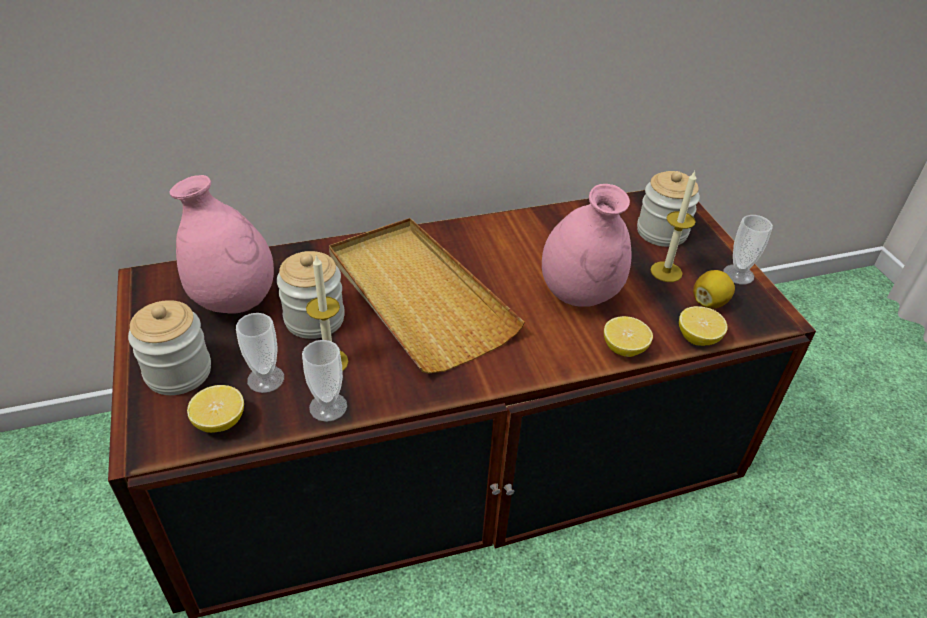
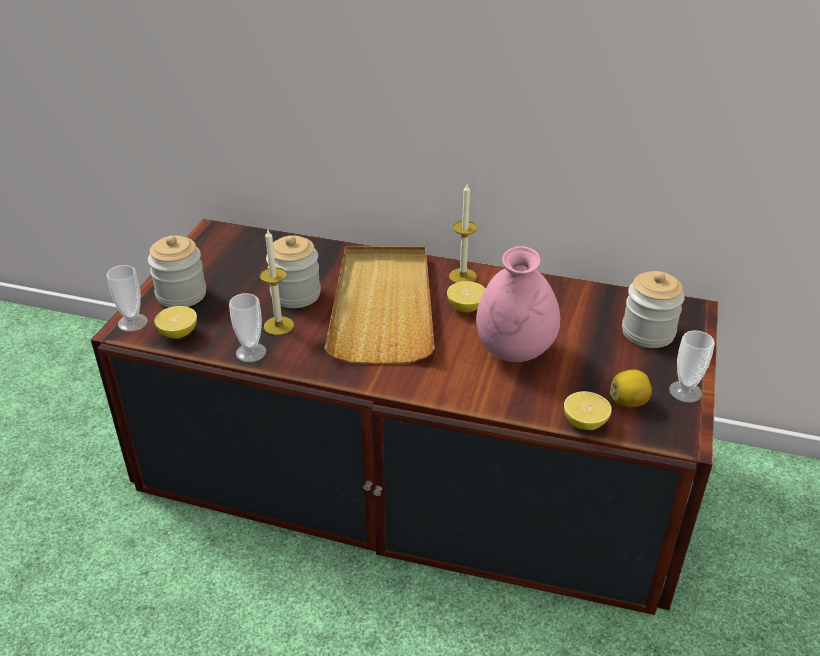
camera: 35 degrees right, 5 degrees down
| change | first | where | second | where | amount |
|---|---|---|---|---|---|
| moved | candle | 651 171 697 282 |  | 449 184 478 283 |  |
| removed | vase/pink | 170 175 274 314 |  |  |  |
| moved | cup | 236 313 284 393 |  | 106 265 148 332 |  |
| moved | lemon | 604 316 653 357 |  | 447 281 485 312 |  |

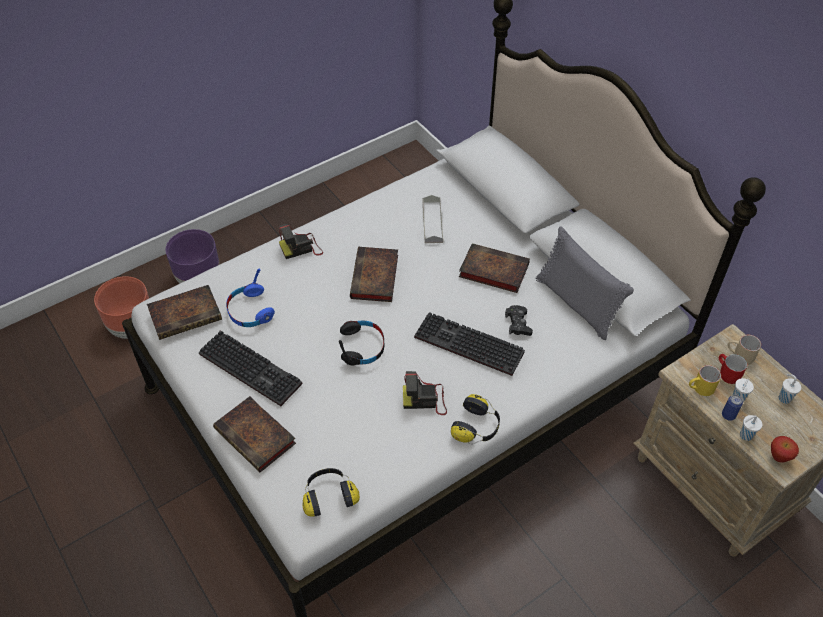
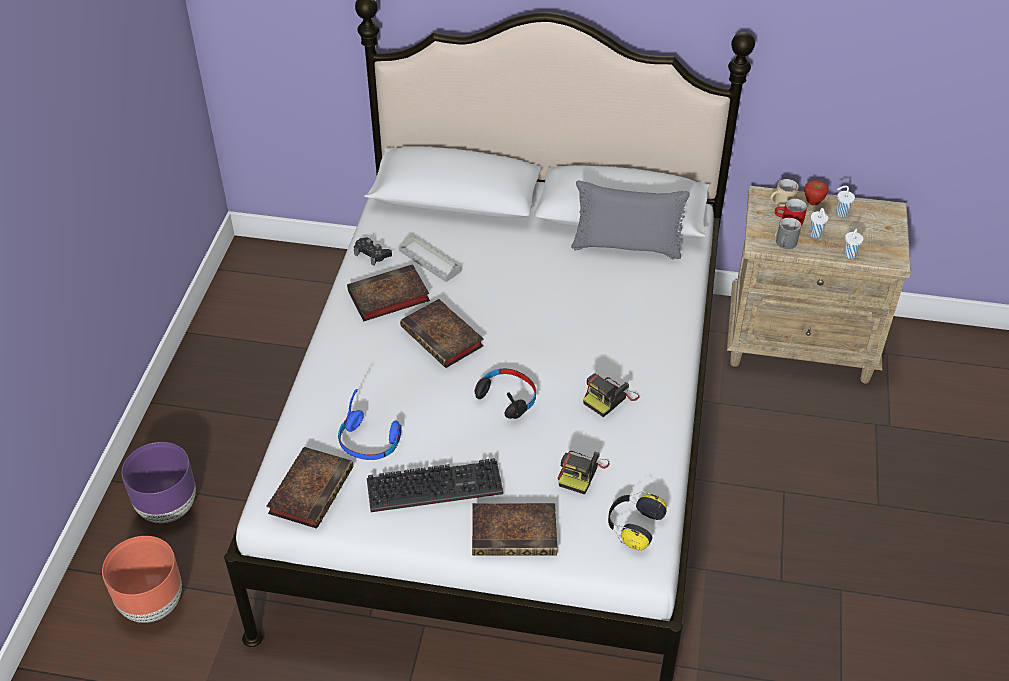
camera: 45 degrees left, 5 degrees down
| change | first | where | second | where | amount |
|---|---|---|---|---|---|
| moved | photo camera | 279 224 323 259 |  | 558 451 610 495 |  |
| moved | book | 459 243 530 293 |  | 347 264 430 322 |  |
| moved | game controller/black | 505 305 533 336 |  | 354 237 392 265 |  |
| removed | keyboard | 414 312 525 376 |  |  |  |
| recoloured | mug/yellow | 689 365 721 396 | mug/grey | 776 218 801 249 |  |
| removed | headphones | 451 394 500 444 |  |  |  |
| removed | can | 722 395 743 421 |  |  |  |
| moved | apple | 771 436 799 463 |  | 804 180 829 205 |  |

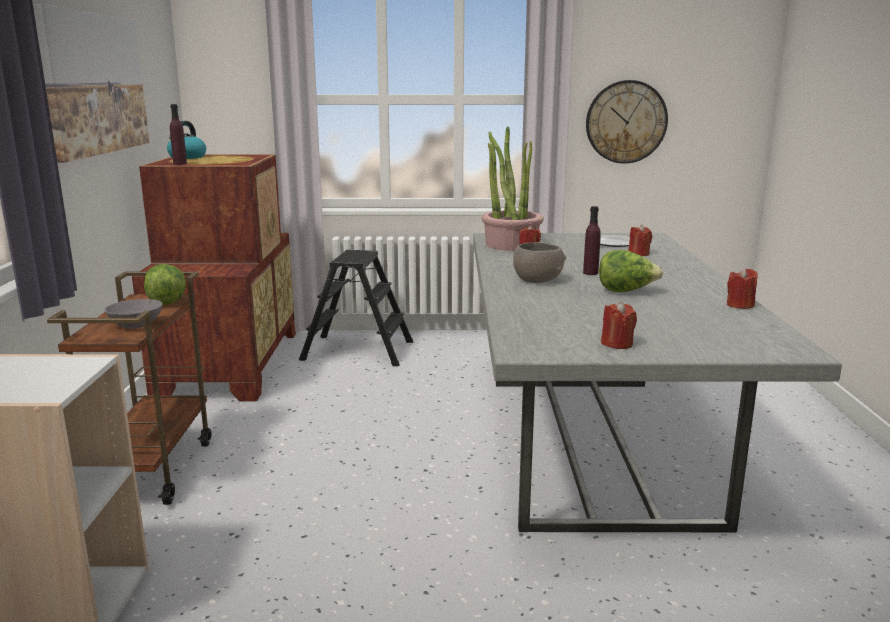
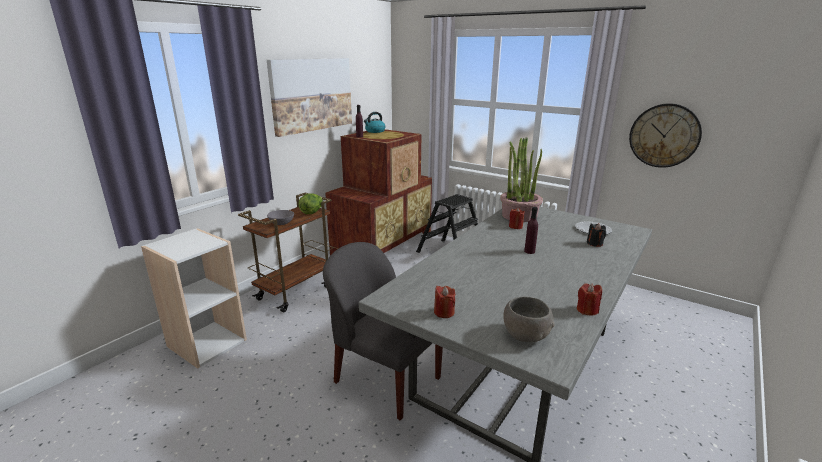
camera: 35 degrees right, 5 degrees up
| change | first | where | second | where | amount |
|---|---|---|---|---|---|
| recoloured | candle/red | 628 224 652 256 | candle/black | 587 223 606 247 |  |
| moved | bowl/grey | 513 242 566 283 |  | 503 297 555 342 |  |
| removed | lettuce | 599 250 663 292 |  |  |  |
| added |  |  | chair/grey | 323 242 443 421 |  |

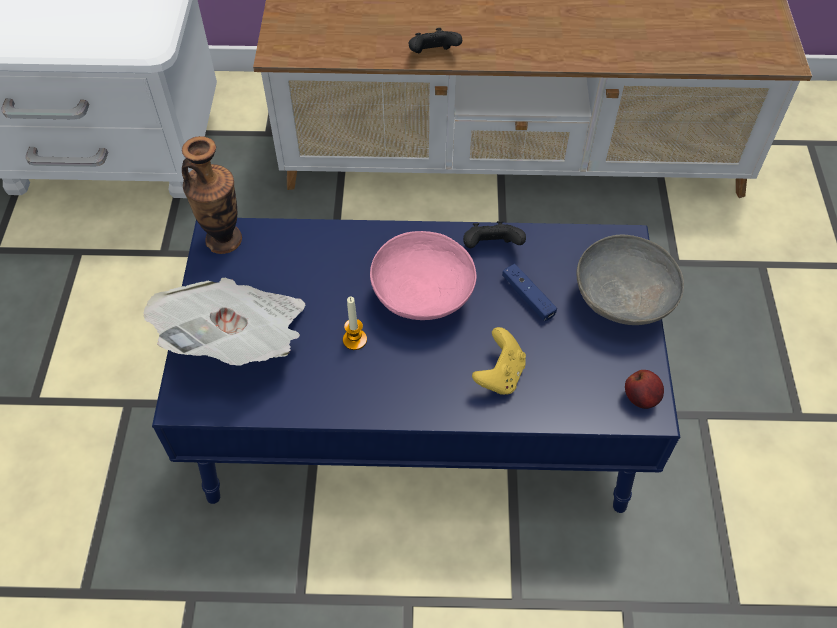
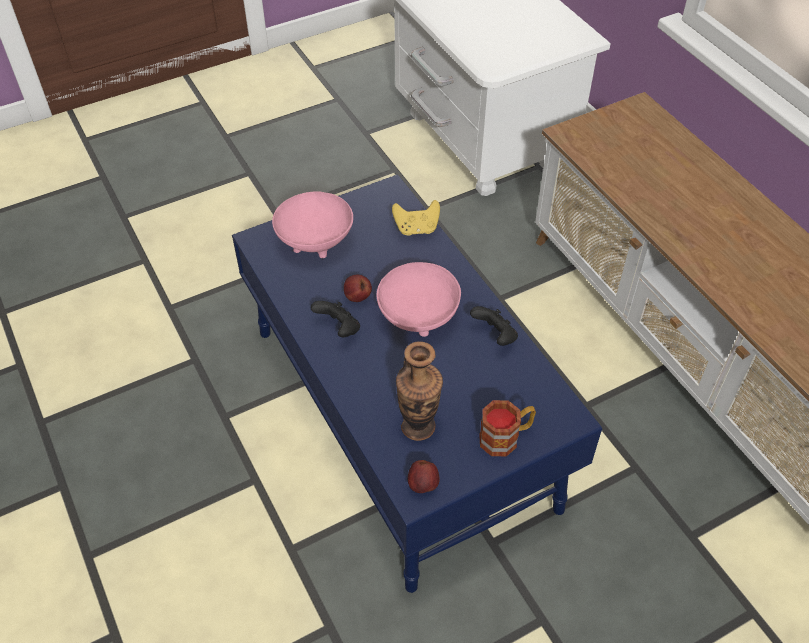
camera: 60 degrees right, 5 degrees down
| change | first | where | second | where | amount |
|---|---|---|---|---|---|
| moved | game controller/black | 409 28 462 53 |  | 311 301 360 337 |  |
| moved | vase | 182 136 242 254 |  | 396 341 443 441 |  |
| replaced | bowl/grey | 576 235 684 325 | mug | 479 400 536 456 |  |
| removed | game controller/blue | 502 264 557 321 |  |  |  |
| replaced | newspaper | 143 278 305 366 | bowl/pink | 272 191 353 258 |  |
| replaced | candle | 343 297 367 350 | apple | 344 275 372 302 |  |
| moved | game controller/yellow | 472 327 526 395 |  | 392 200 440 236 |  |

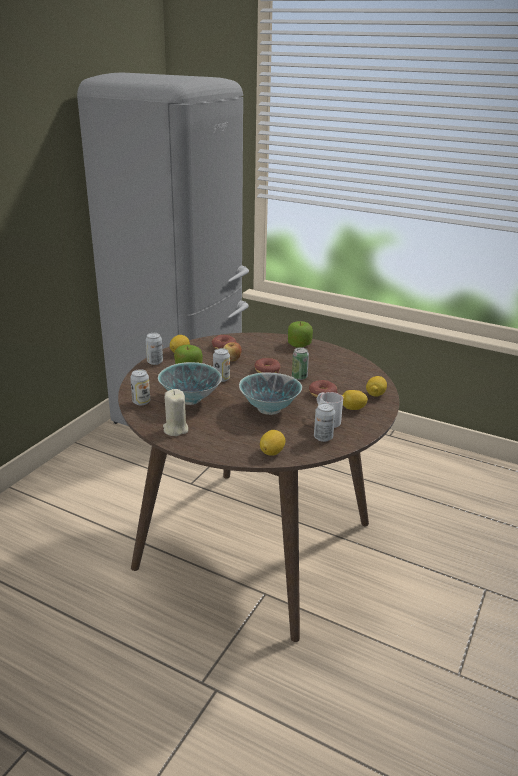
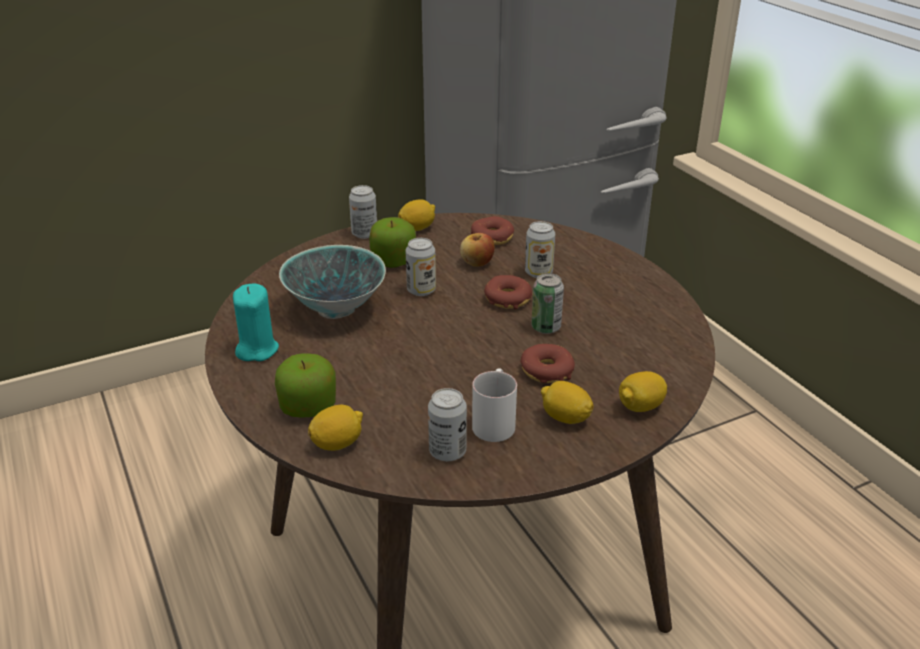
camera: 35 degrees right, 5 degrees up
| change | first | where | second | where | amount |
|---|---|---|---|---|---|
| moved | apple | 288 321 313 348 |  | 275 354 336 418 |  |
| moved | can | 130 369 150 405 |  | 525 221 555 278 |  |
| removed | bowl | 239 372 302 415 |  |  |  |
| recoloured | candle/beige | 163 389 188 436 | candle/turquoise | 233 284 279 361 |  |

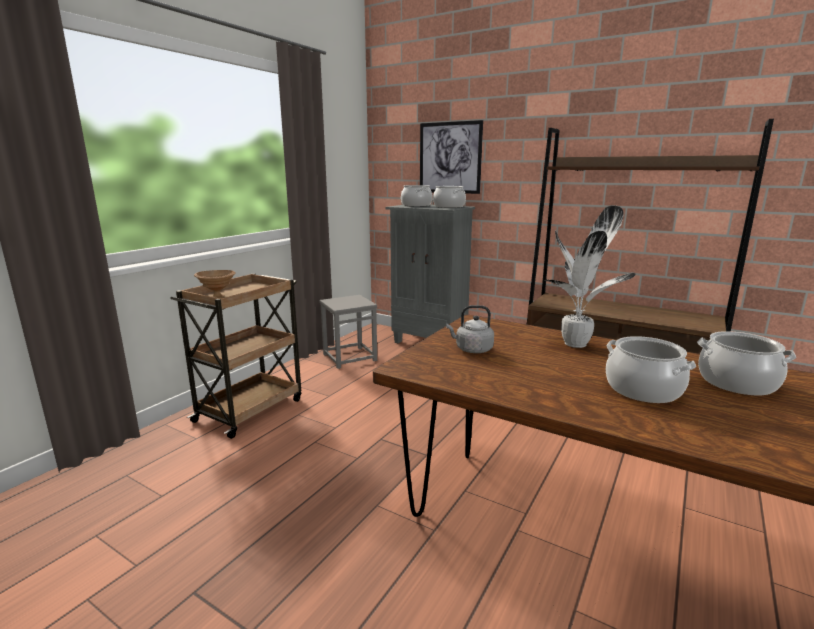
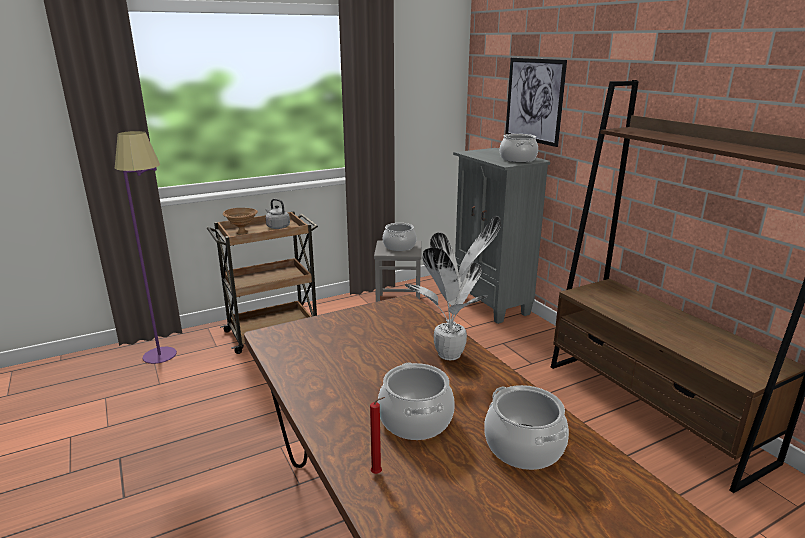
camera: 30 degrees right, 5 degrees up
| change | first | where | second | where | amount |
|---|---|---|---|---|---|
| moved | cooking pot | 401 185 433 207 |  | 383 223 416 251 |  |
| moved | kettle/grey | 446 305 494 353 |  | 266 199 290 229 |  |
| added |  |  | floor lamp/purple | 115 131 177 364 |  |
| added |  |  | candle/red | 370 397 385 474 |  |

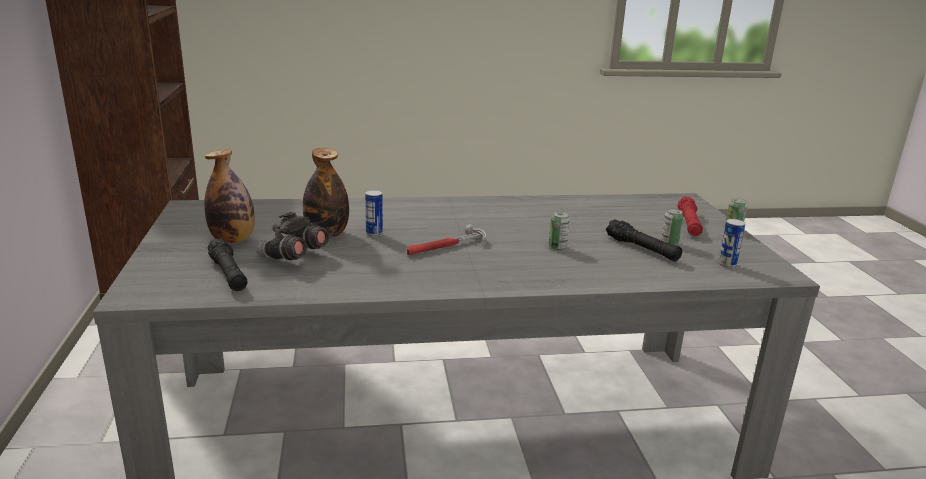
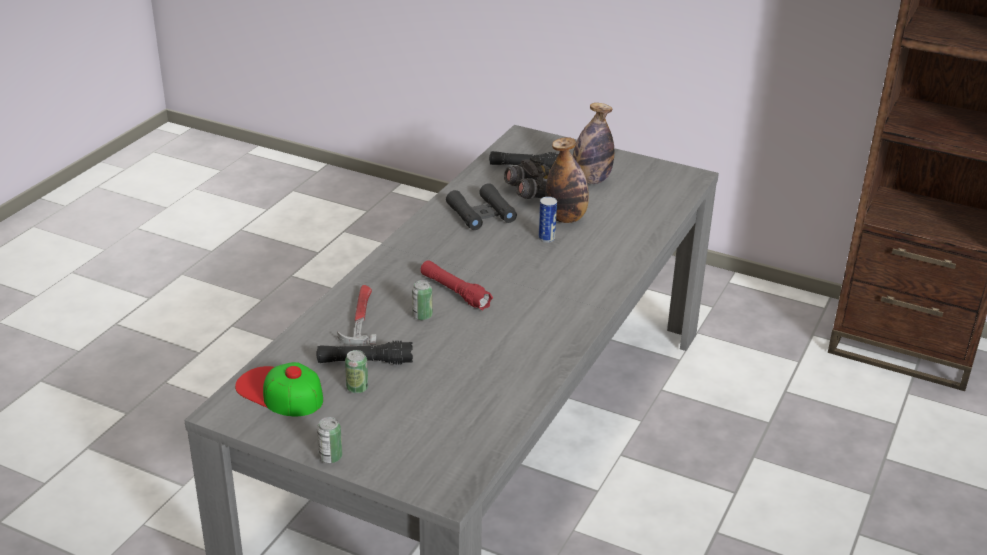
camera: 125 degrees right, 10 degrees up
| change | first | where | second | where | amount |
|---|---|---|---|---|---|
| moved | flashlight/red | 678 197 703 236 |  | 420 260 493 310 |  |
| replaced | can | 718 219 746 268 | cap | 235 362 323 416 |  |
| moved | hammer | 407 224 486 255 |  | 337 285 377 346 |  |
| added |  |  | binoculars/black | 446 183 517 230 |  |

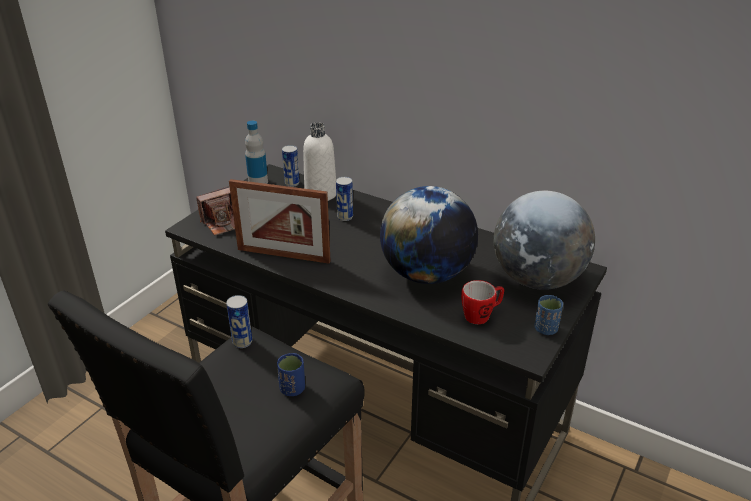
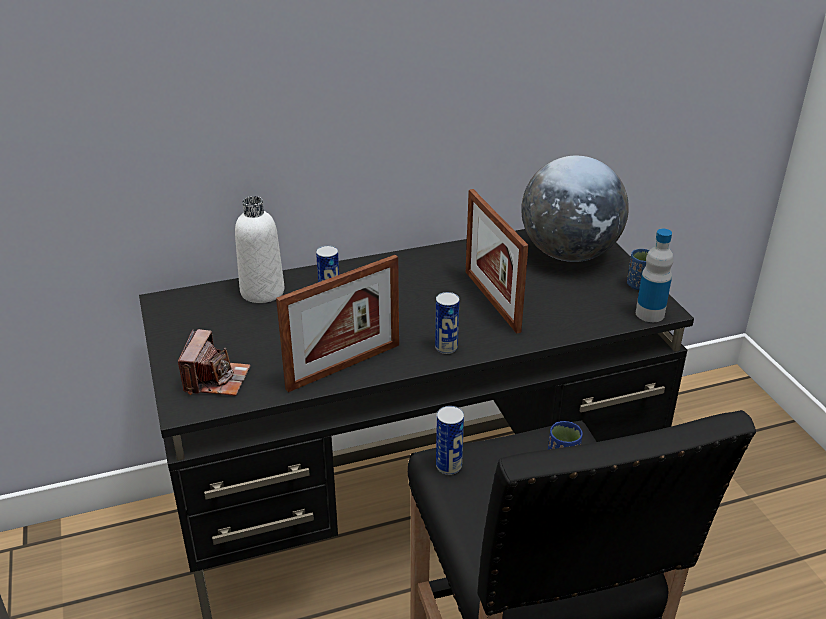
camera: 50 degrees left, 0 degrees up
| change | first | where | second | where | amount |
|---|---|---|---|---|---|
| moved | bottle | 245 121 268 184 |  | 636 229 673 322 |  |
| moved | can | 282 145 300 187 |  | 435 292 459 354 |  |
| replaced | globe | 380 186 478 284 | picture frame | 466 189 528 334 |  |
| removed | mug | 461 280 504 324 |  |  |  |

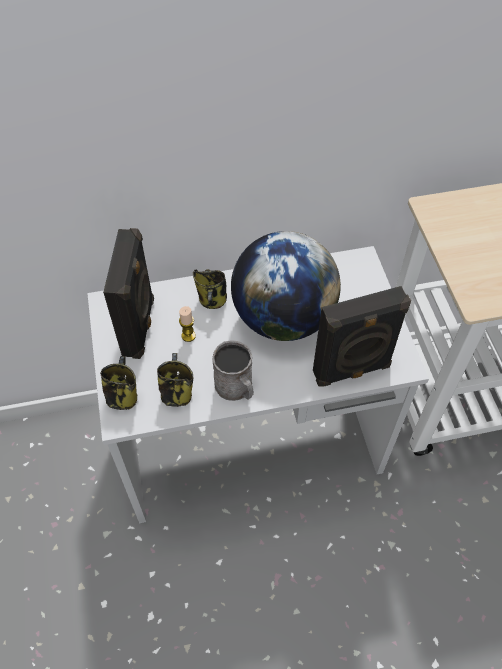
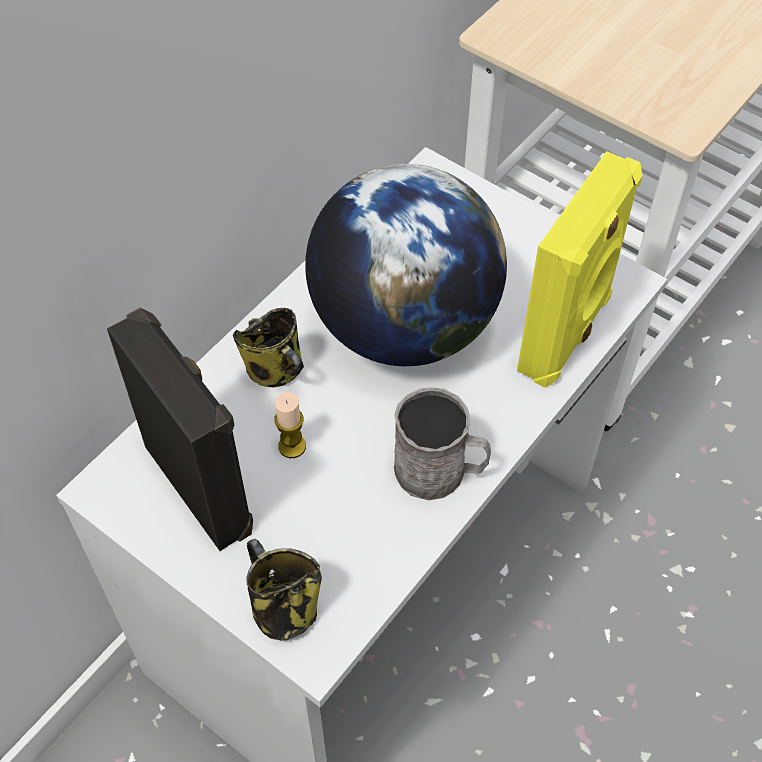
camera: 40 degrees left, 0 degrees up
| change | first | where | second | where | amount |
|---|---|---|---|---|---|
| recoloured | speaker/black | 313 286 411 387 | speaker/yellow | 517 151 643 387 |  |
| removed | mug | 157 353 193 407 |  |  |  |

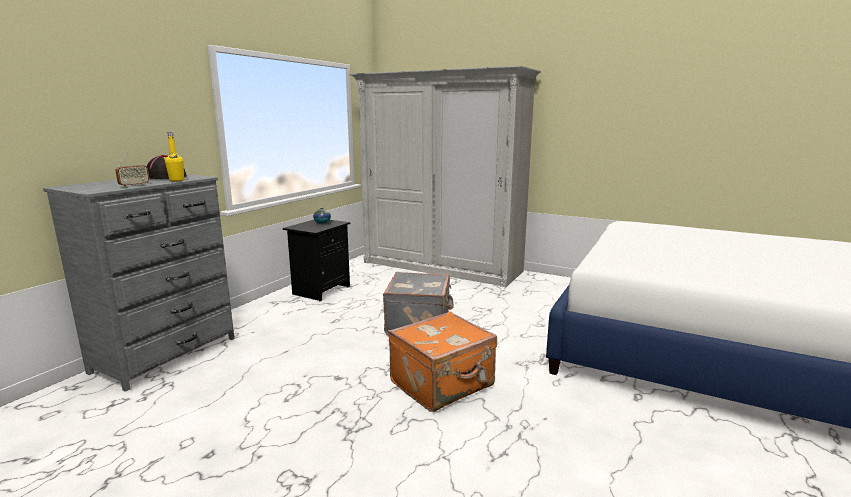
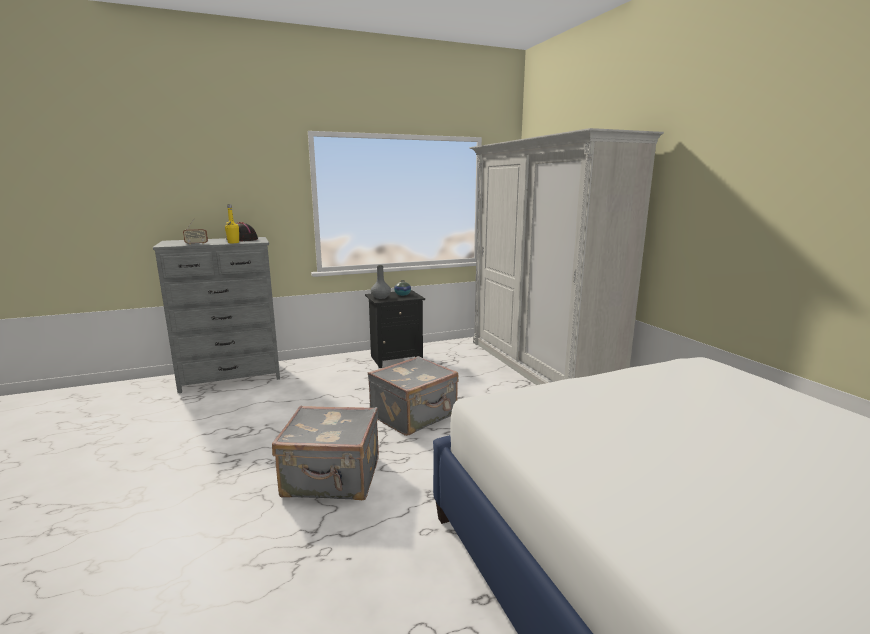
camera: 40 degrees right, 0 degrees up
| change | first | where | second | where | amount |
|---|---|---|---|---|---|
| recoloured | suitcase/orange | 388 311 497 412 | suitcase/grey | 272 406 379 500 |  |
| added |  |  | vase/grey | 371 265 391 299 |  |

